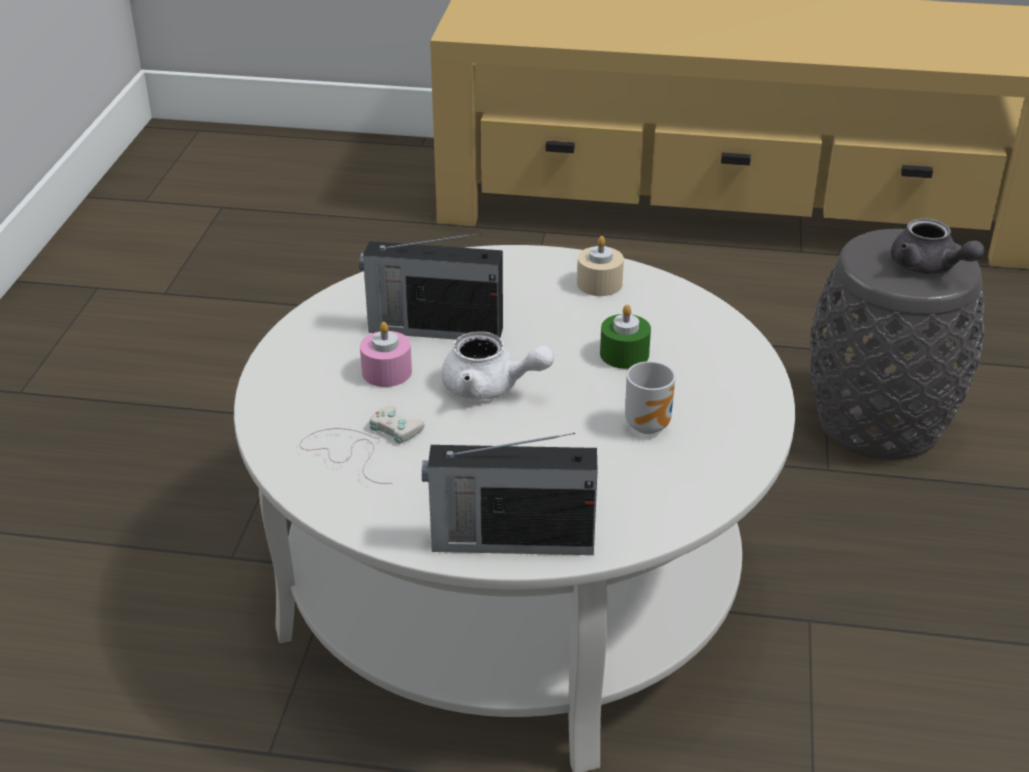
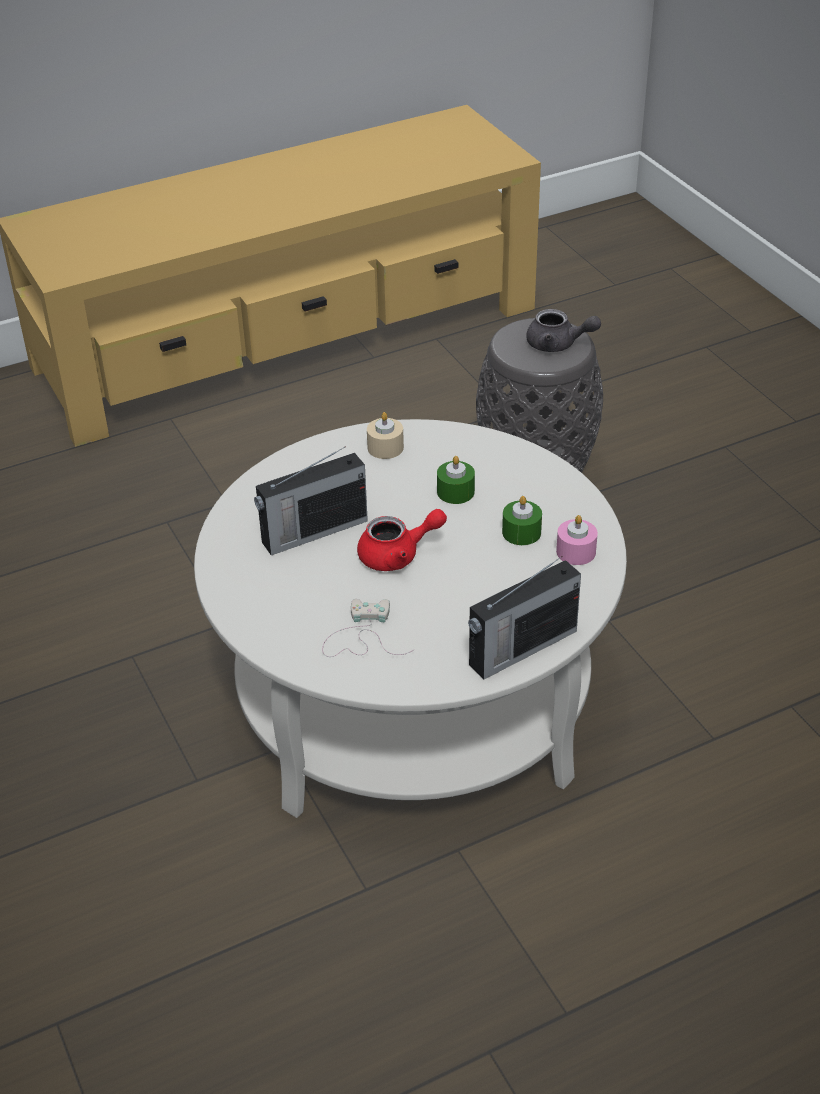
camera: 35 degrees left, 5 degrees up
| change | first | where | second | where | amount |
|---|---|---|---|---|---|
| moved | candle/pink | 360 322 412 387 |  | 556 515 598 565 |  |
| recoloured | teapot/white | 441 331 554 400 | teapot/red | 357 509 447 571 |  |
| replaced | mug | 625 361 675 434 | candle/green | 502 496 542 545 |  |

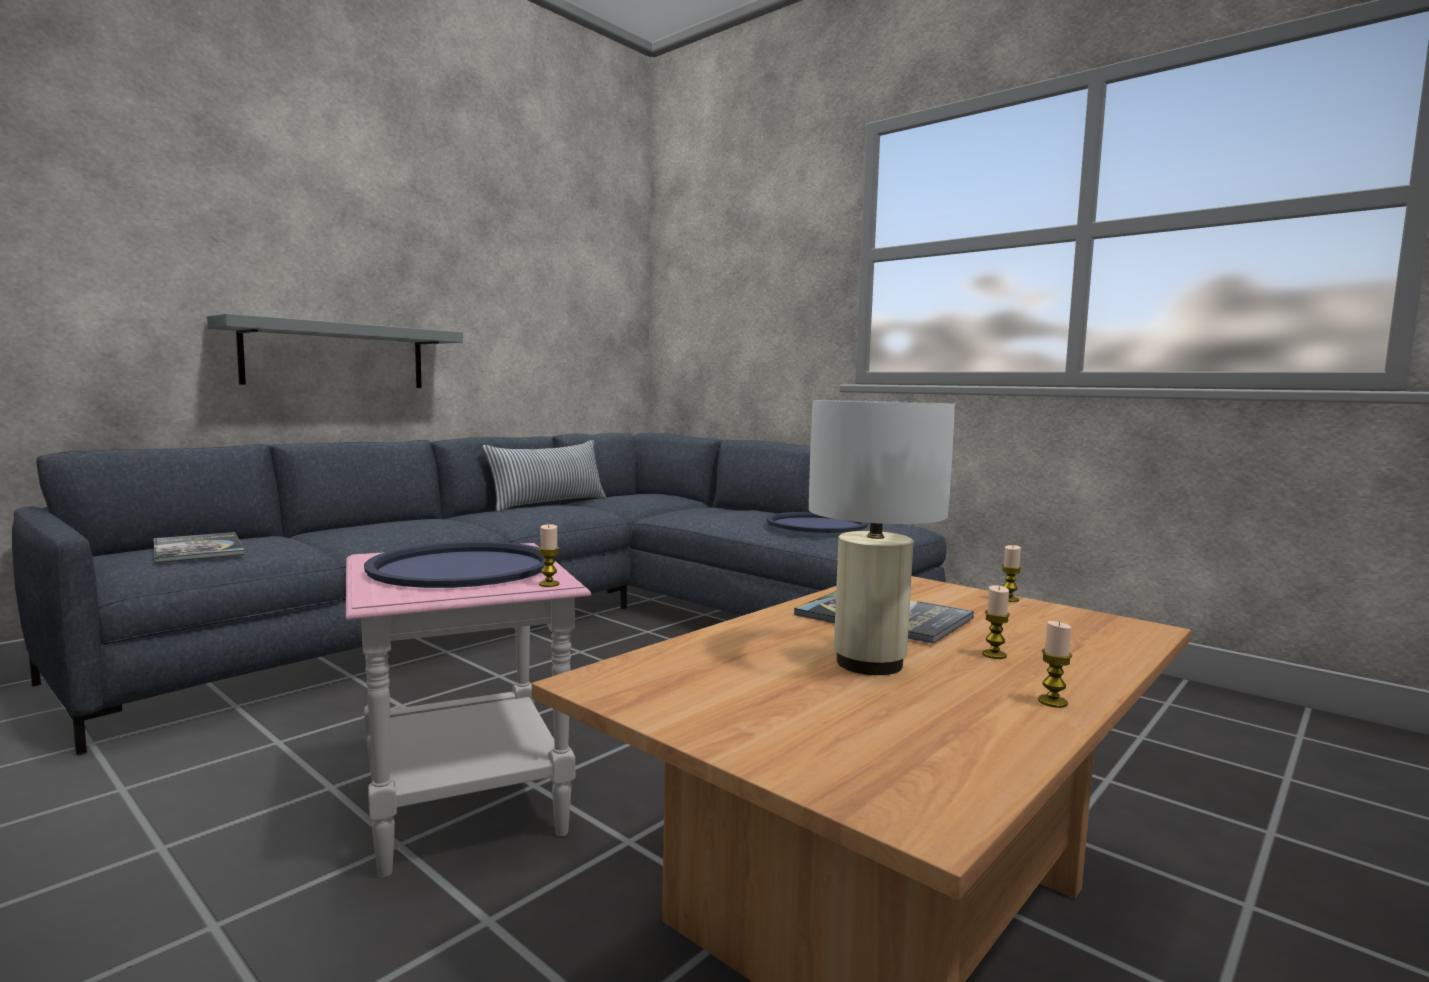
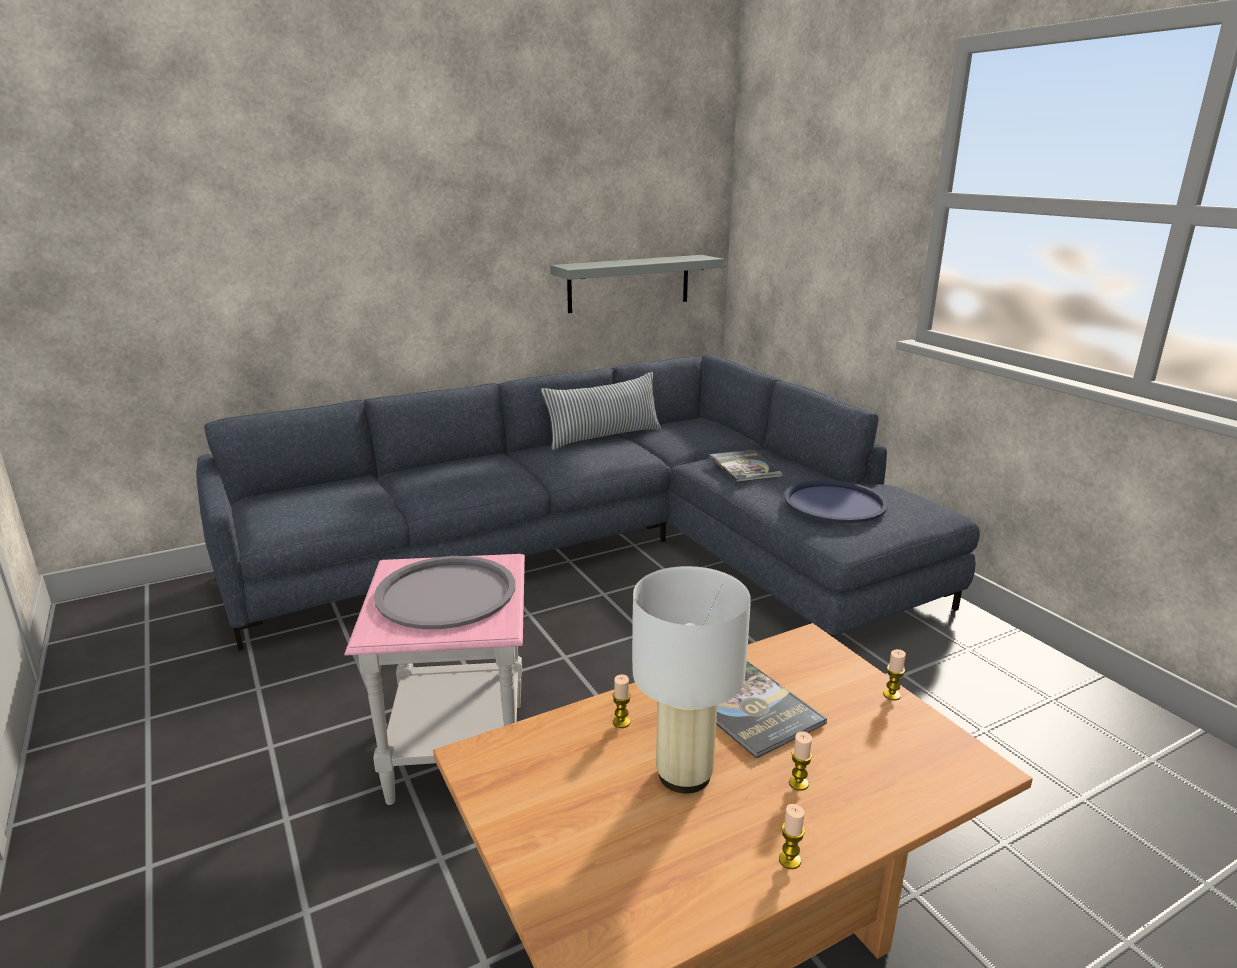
camera: 20 degrees right, 15 degrees up
| change | first | where | second | where | amount |
|---|---|---|---|---|---|
| moved | shelf/grey | 207 313 463 388 |  | 550 255 724 313 |  |
| moved | candle | 539 524 559 587 |  | 613 674 631 728 |  |
| moved | book | 153 532 245 563 |  | 709 450 783 482 |  |
| recoloured | tray/blue | 364 542 545 588 | tray/grey | 374 556 515 629 |  |

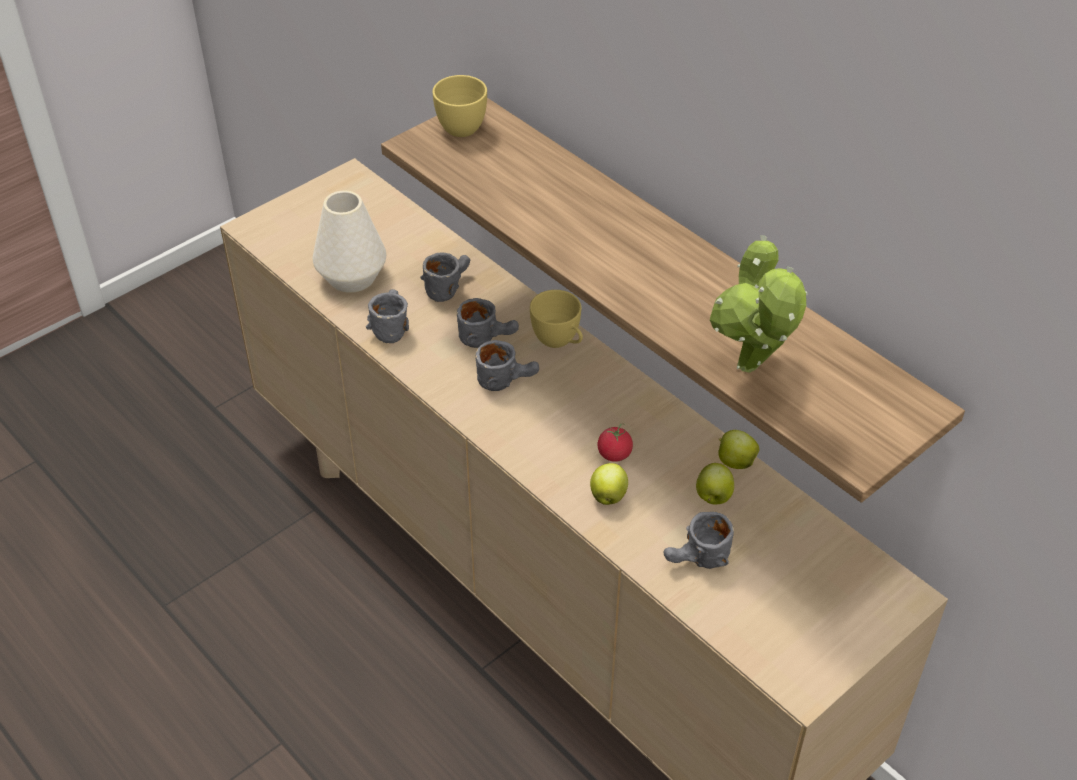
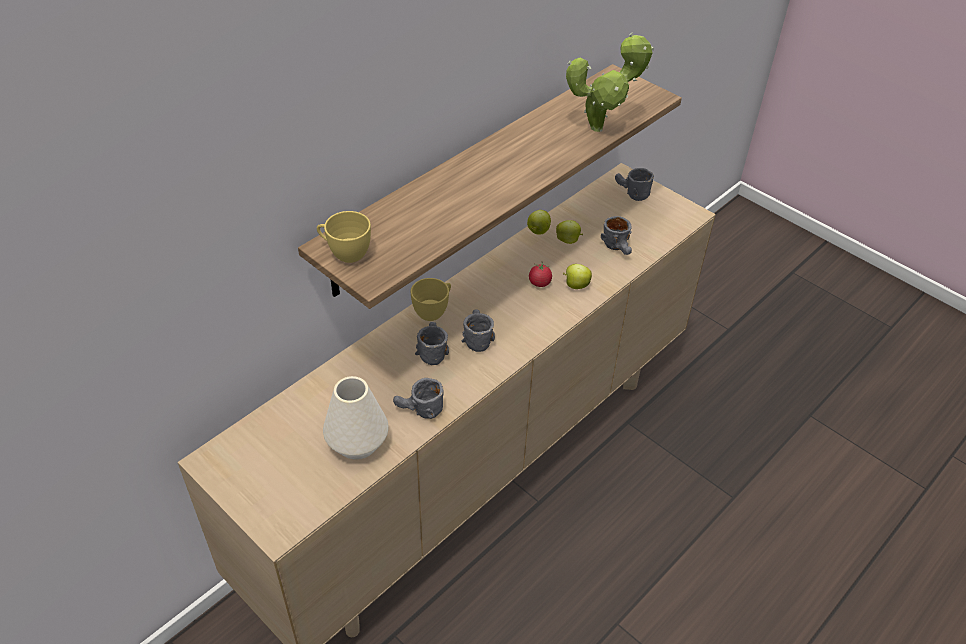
camera: 95 degrees left, 0 degrees up
| change | first | where | second | where | amount |
|---|---|---|---|---|---|
| moved | mug/grey | 420 252 470 302 |  | 615 168 654 201 |  |

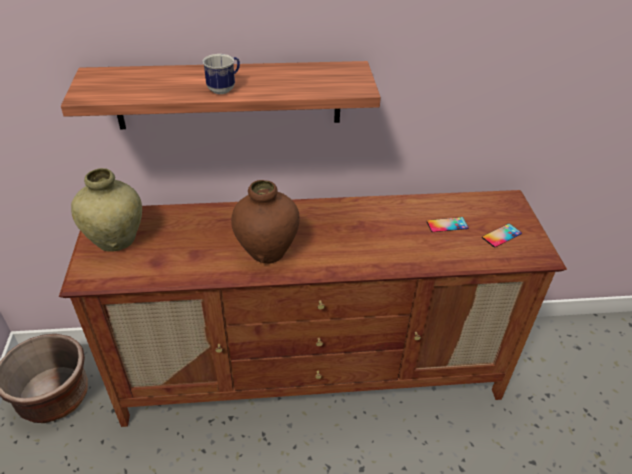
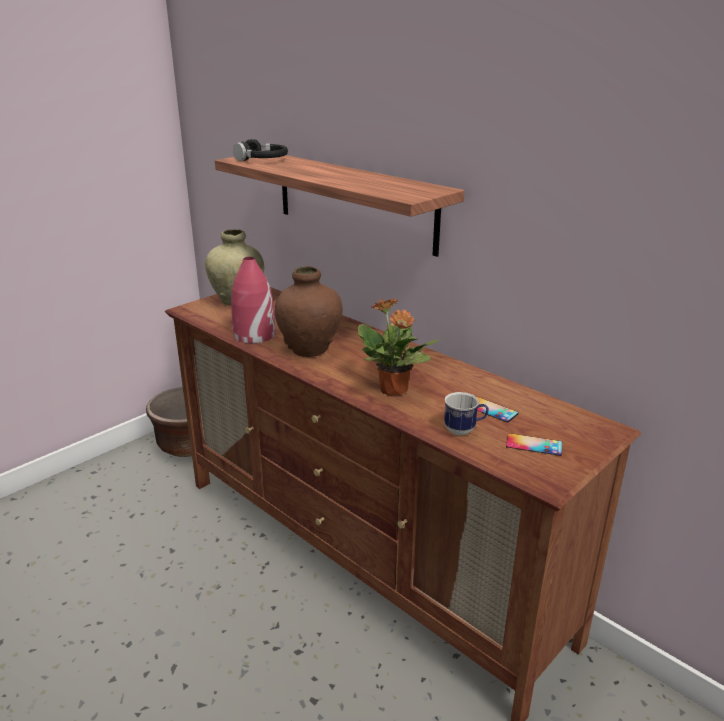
camera: 50 degrees right, 15 degrees down
| change | first | where | second | where | amount |
|---|---|---|---|---|---|
| moved | mug | 203 54 240 94 |  | 444 392 489 435 |  |
| added |  |  | headphones/black | 233 138 288 161 |  |
| added |  |  | vase/red | 231 257 275 343 |  |
| added |  |  | potted plant | 358 299 439 395 |  |

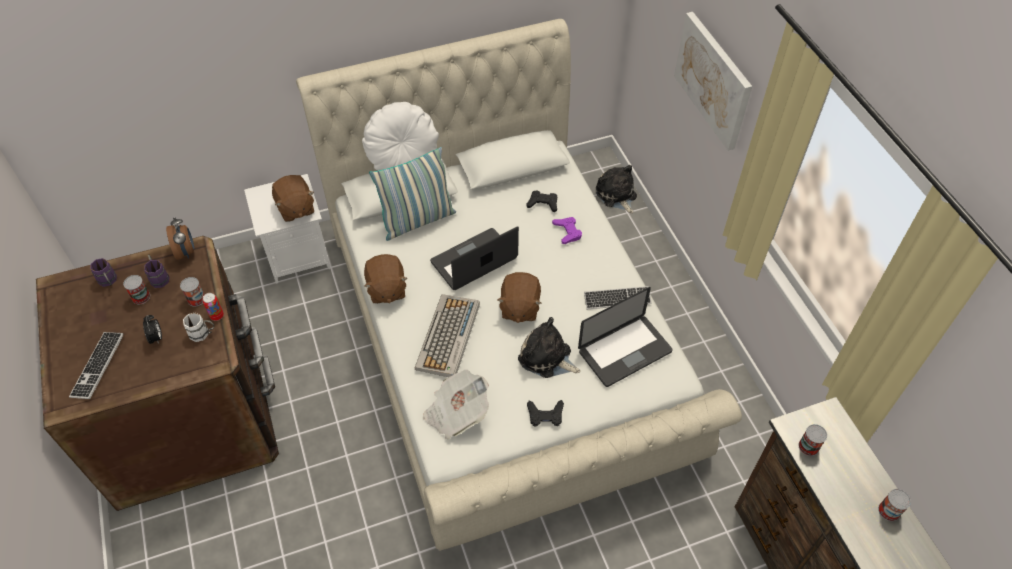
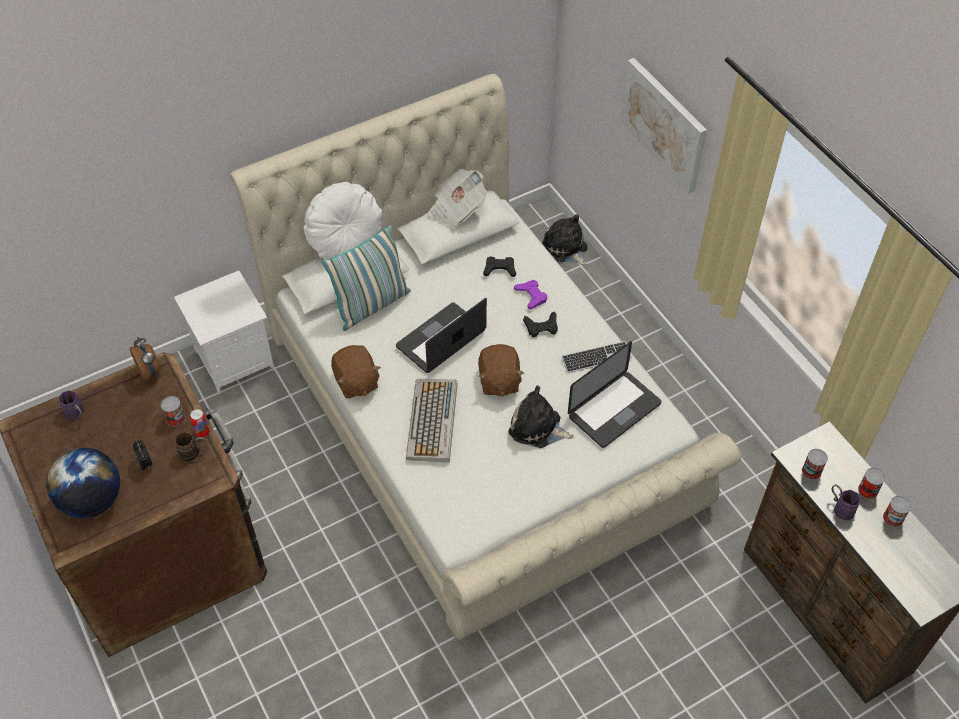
camera: 10 degrees left, 0 degrees up
| change | first | where | second | where | amount |
|---|---|---|---|---|---|
| removed | plush toy/brown | 272 175 314 222 |  |  |  |
| moved | mug/purple | 144 255 170 288 |  | 832 484 861 521 |  |
| moved | can | 123 275 150 304 |  | 858 468 886 499 |  |
| recoloured | mug/white | 183 313 215 342 | mug/brown | 174 432 207 462 |  |
| replaced | keyboard | 69 332 123 399 | globe | 46 448 120 518 |  |
| moved | newspaper | 423 370 489 440 |  | 428 169 487 228 |  |
| moved | game controller/black | 527 400 564 427 |  | 523 312 558 338 |  |

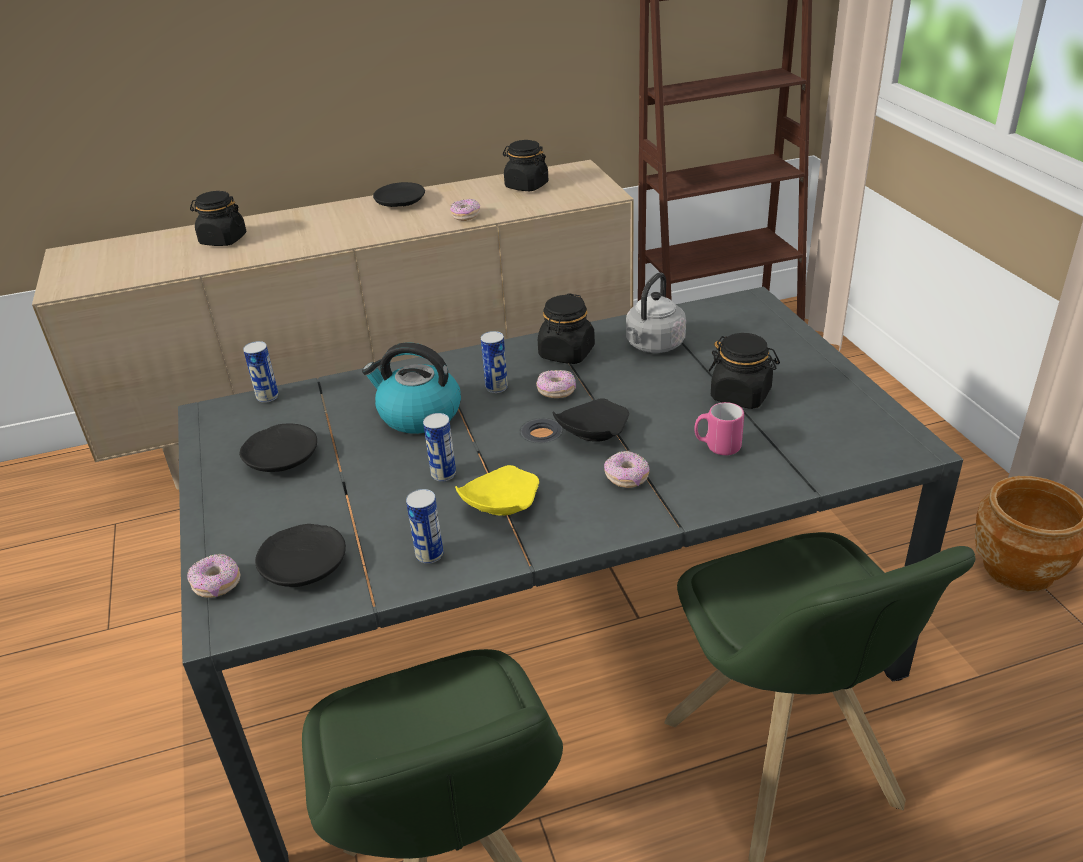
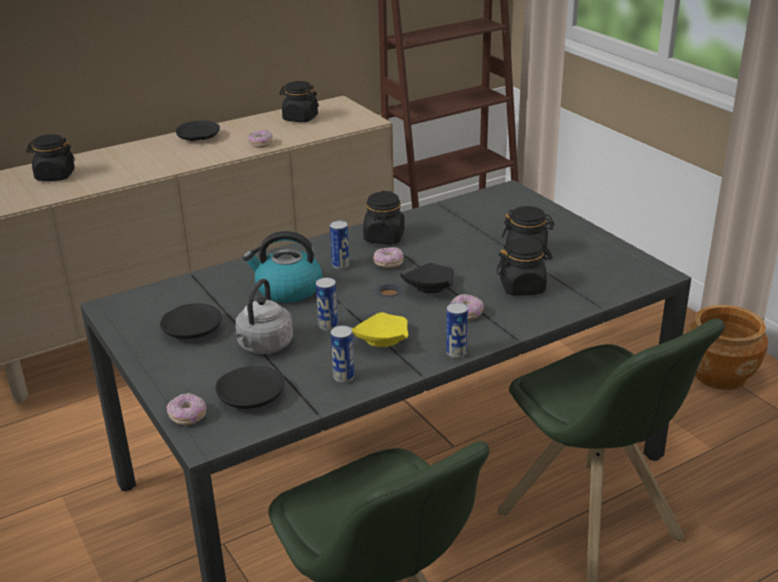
camera: 15 degrees left, 5 degrees down
| change | first | where | second | where | amount |
|---|---|---|---|---|---|
| moved | kettle/grey | 626 272 686 353 |  | 235 279 293 354 |  |
| moved | can | 243 341 279 403 |  | 446 302 468 359 |  |
| replaced | mug/pink | 694 402 744 455 | jar/black | 497 238 553 296 |  |

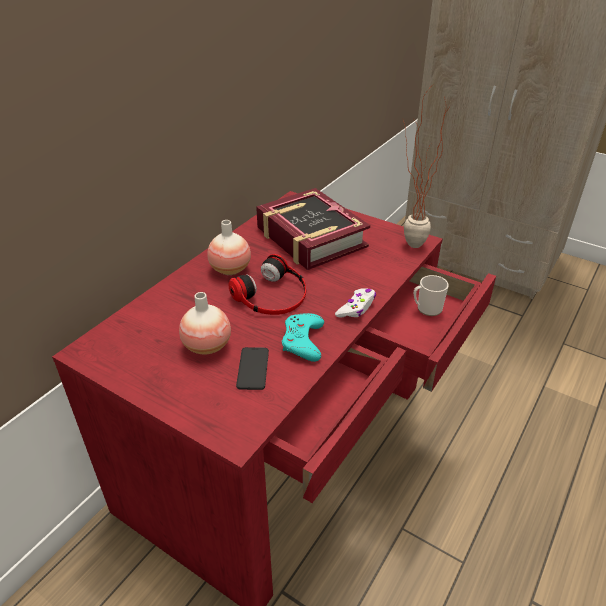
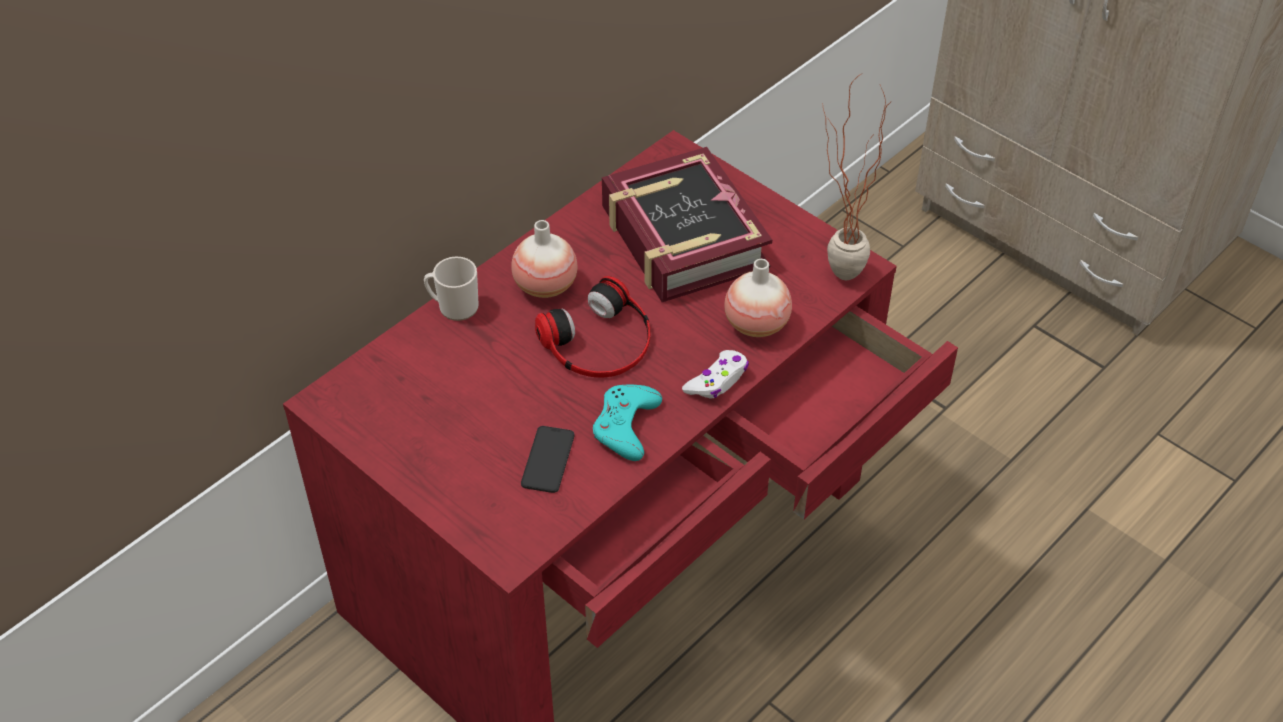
camera: 10 degrees right, 10 degrees up
| change | first | where | second | where | amount |
|---|---|---|---|---|---|
| moved | mug | 414 275 449 316 |  | 424 257 479 321 |  |
| moved | vase | 179 292 231 354 |  | 724 259 792 337 |  |

